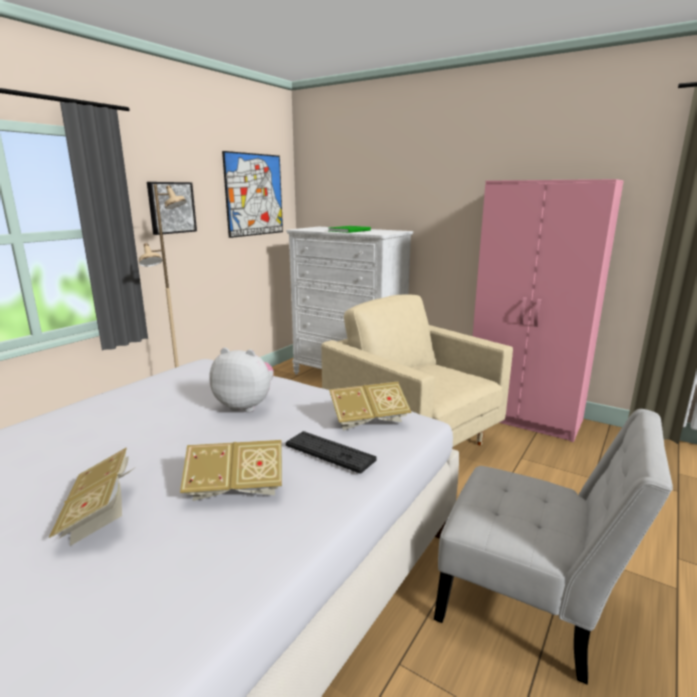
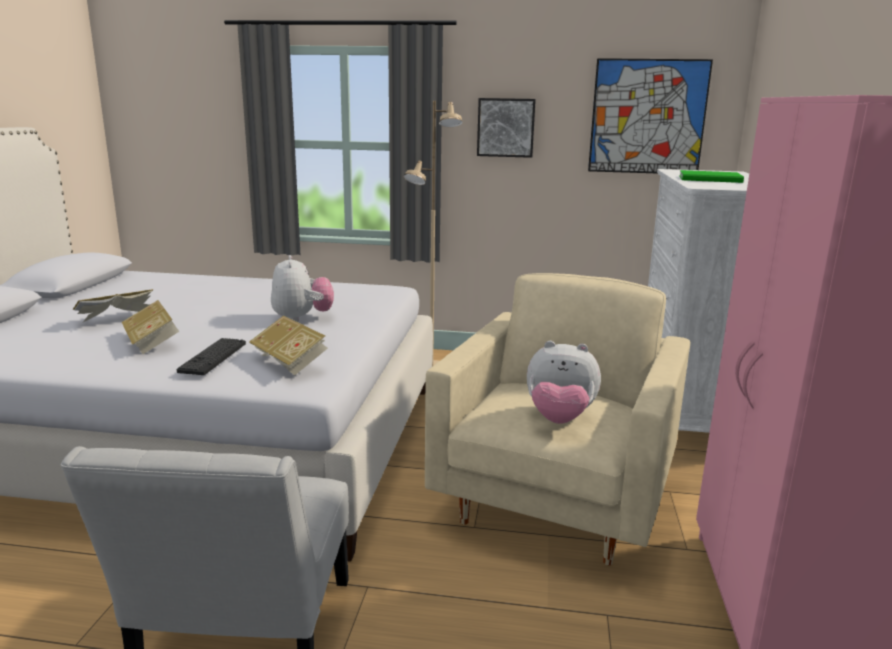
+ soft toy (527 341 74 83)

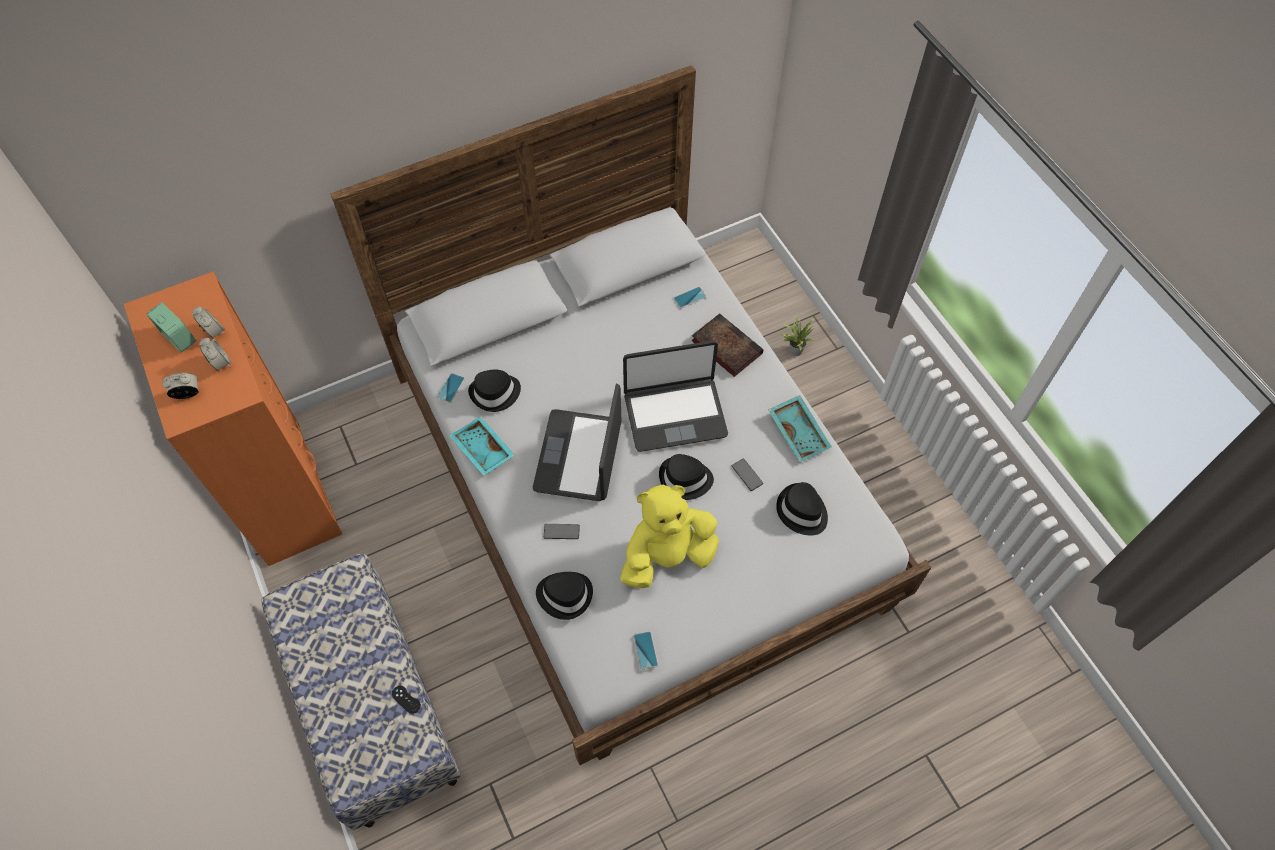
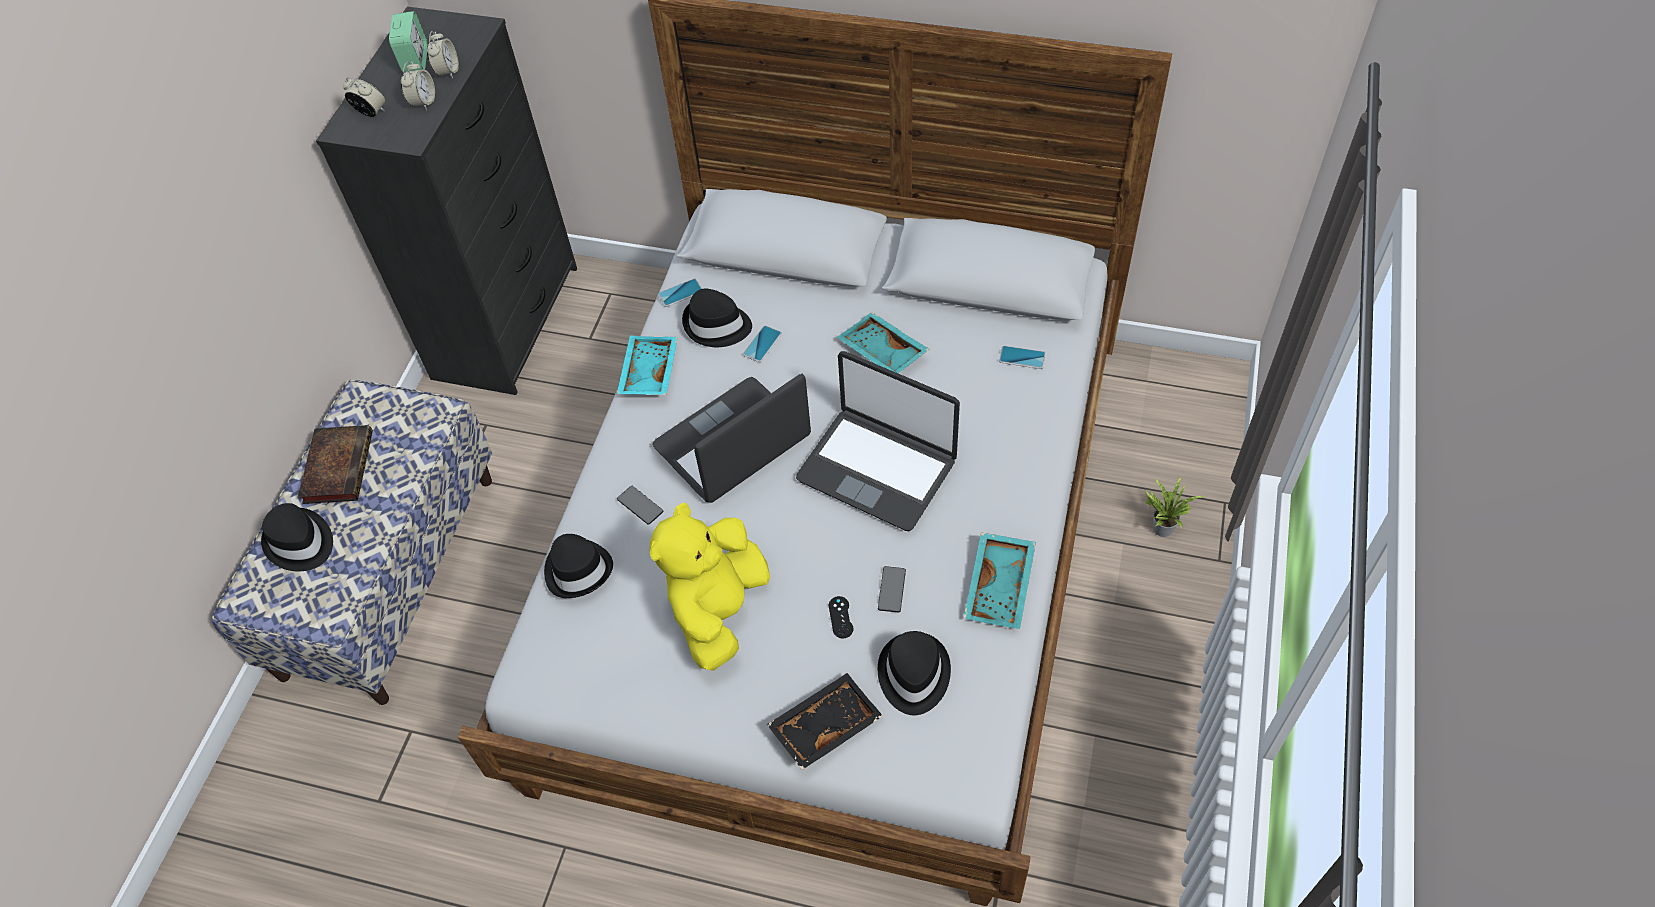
+ carrying tray/black-coloured (767 673 116 97)
+ carrying tray/turquoise (837 312 92 61)
~ joypad/black-coloured (392 686 29 28) to (829 596 24 43)
~ phone (633 631 26 39) to (743 326 39 36)
~ wearable hat/black-coloured (659 454 55 46) to (261 503 72 68)
~ book (691 313 72 64) to (298 425 75 79)
~ dresser/orangey (124 271 218 295) to dresser/black-coloured (316 7 261 388)
~ soft toy/yellow-coloured (620 485 99 103) = (649 503 121 168) 90 degrees counterclockwise

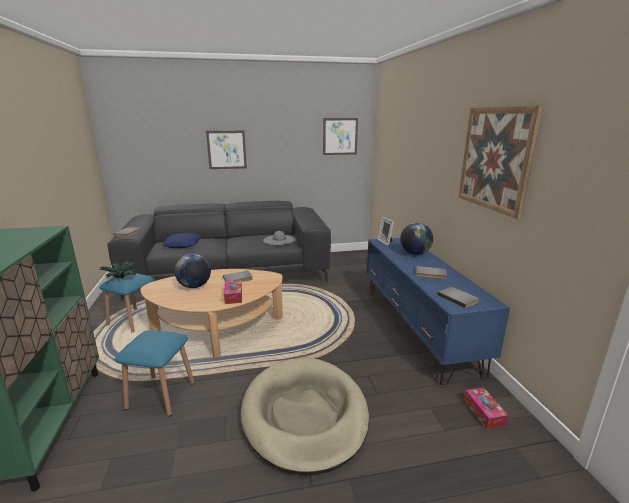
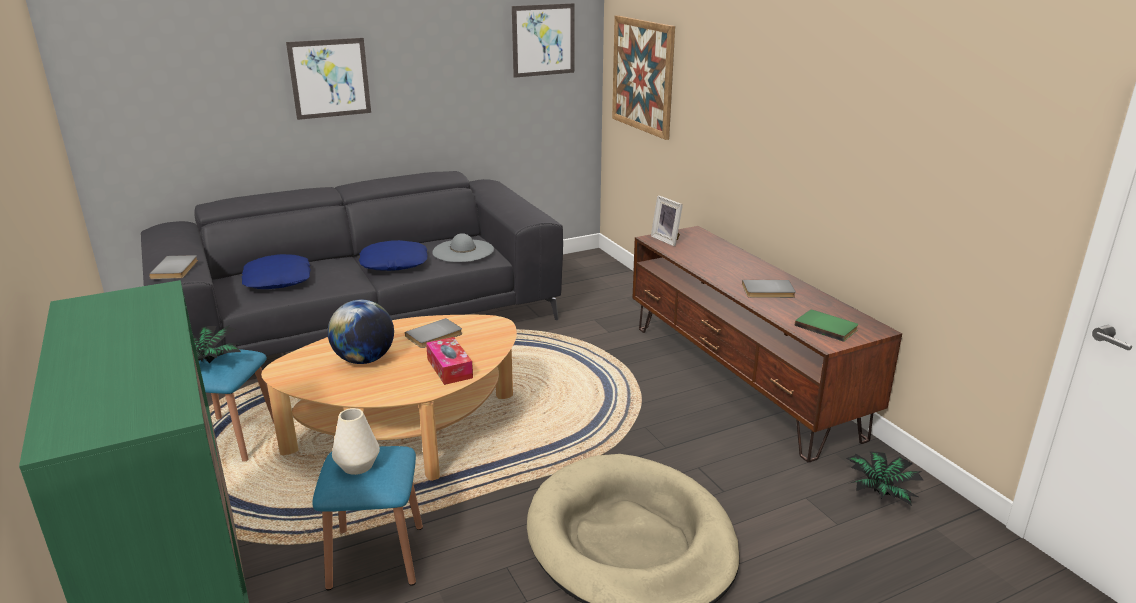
- desk globe (400 223 33 32)
+ vase/white-coloured (332 408 48 67)
+ pillow/blue-coloured (359 240 68 31)
~ wall picture (458 106 85 113) to (612 15 63 125)
~ tissue box (464 387 44 42) to plant in a pot (846 451 78 55)
~ tv stand/blue-coloured (367 238 143 147) to tv stand/brown-coloured (633 226 269 236)
~ book/grey (437 287 42 21) to book/green (795 310 63 32)

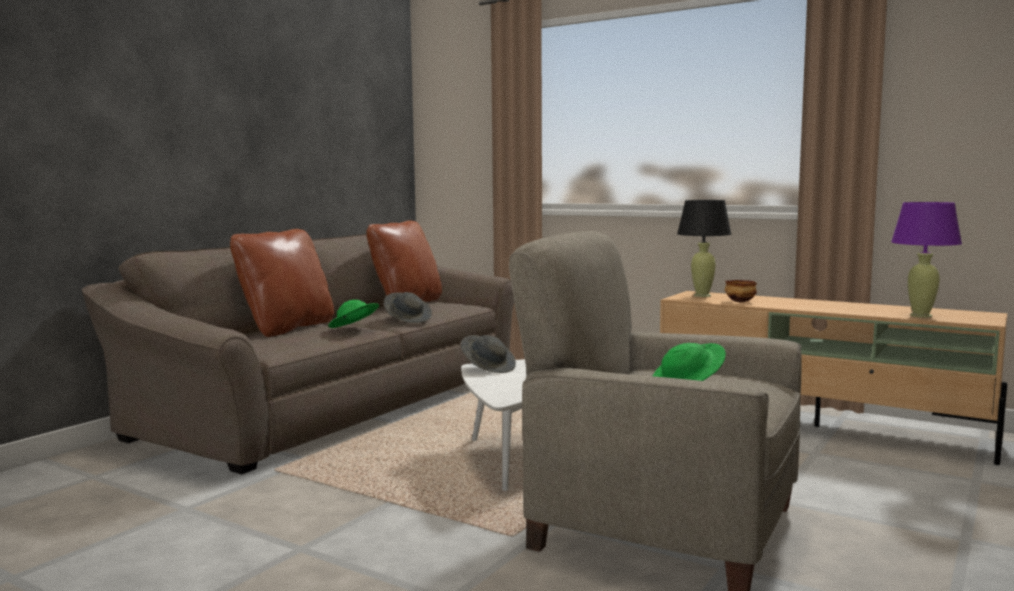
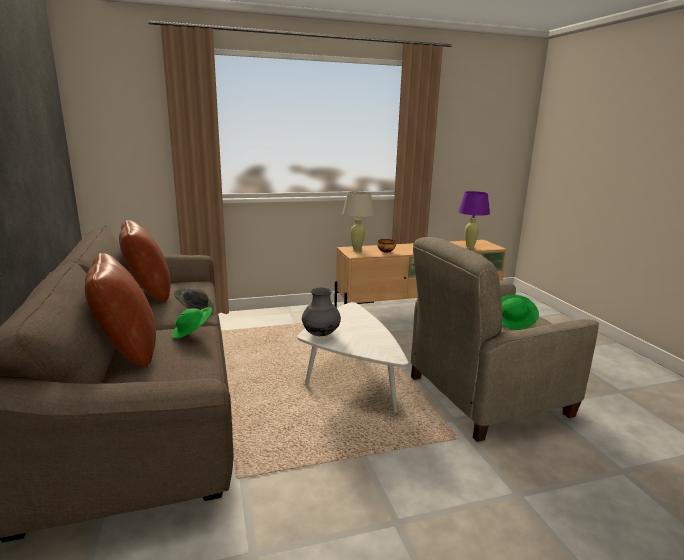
~ wearable hat/grey (461 335 55 38) to vase/grey (302 288 39 48)
~ table lamp/black-coloured (677 200 54 97) to table lamp/beige-coloured (342 191 32 61)

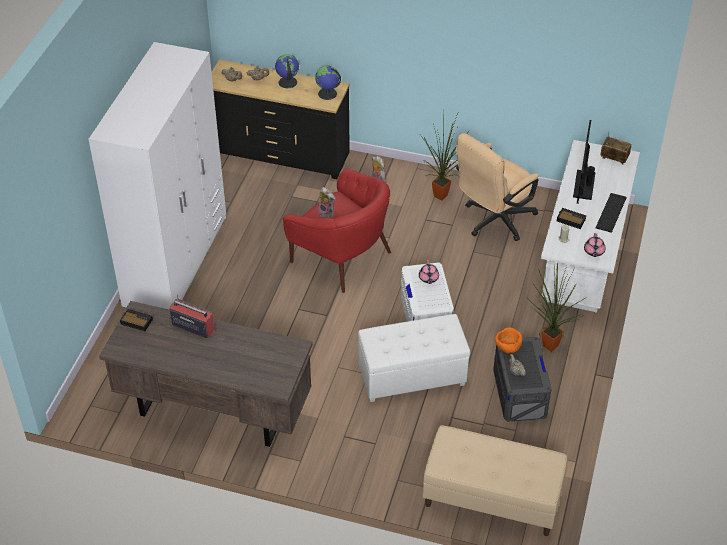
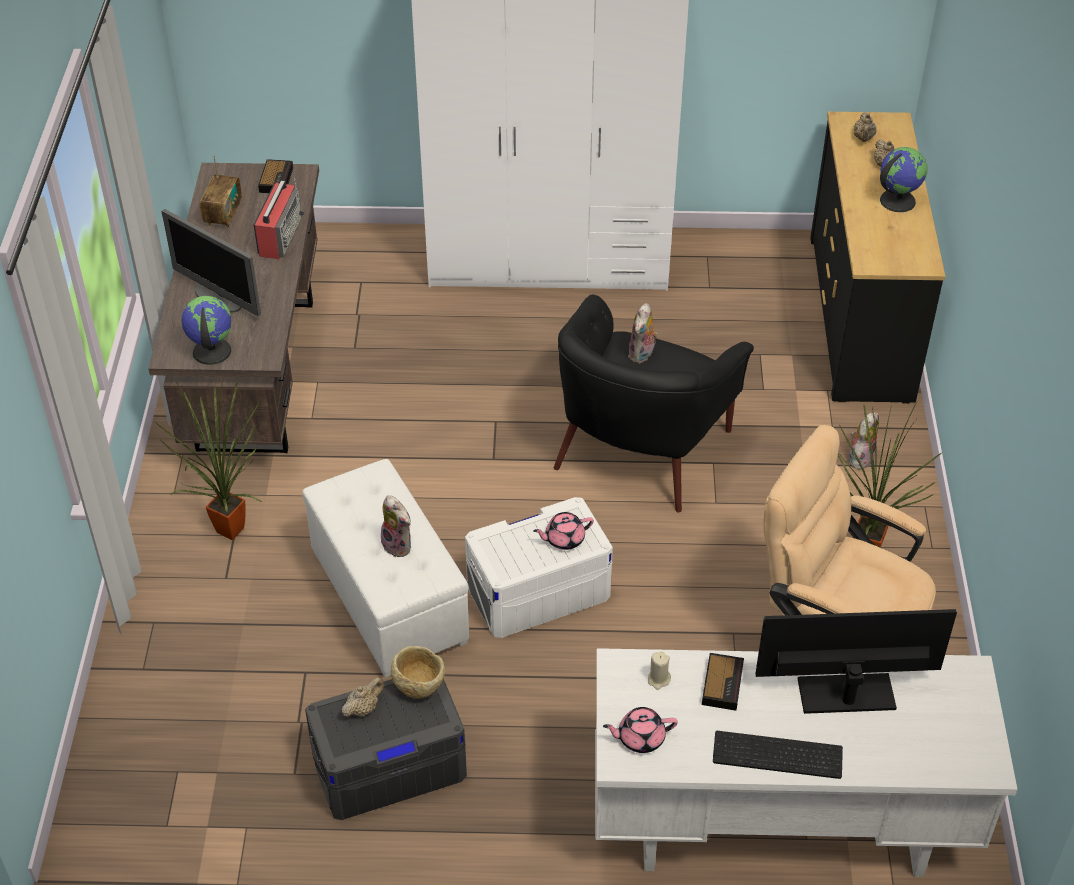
- long seat/beige-coloured (422 425 146 111)
+ computer display (161 209 100 107)
+ soft toy (381 495 30 63)
~ desk globe (315 65 26 35) to (182 296 49 69)
~ plant in a pot (528 262 57 90) to (155 379 107 161)
~ radio receiver (601 133 31 31) to (200 155 42 73)
~ lounge chair/reddish (283 168 108 125) to lounge chair/black-coloured (554 295 200 217)
~ serving bowl/orangey (495 327 27 26) to serving bowl/beige-coloured (391 646 54 53)

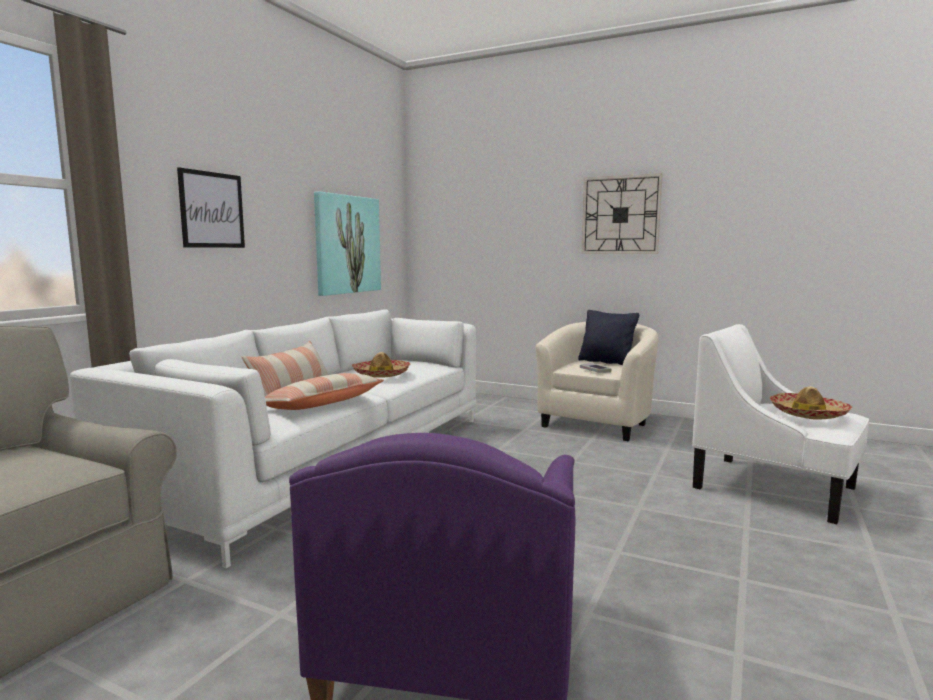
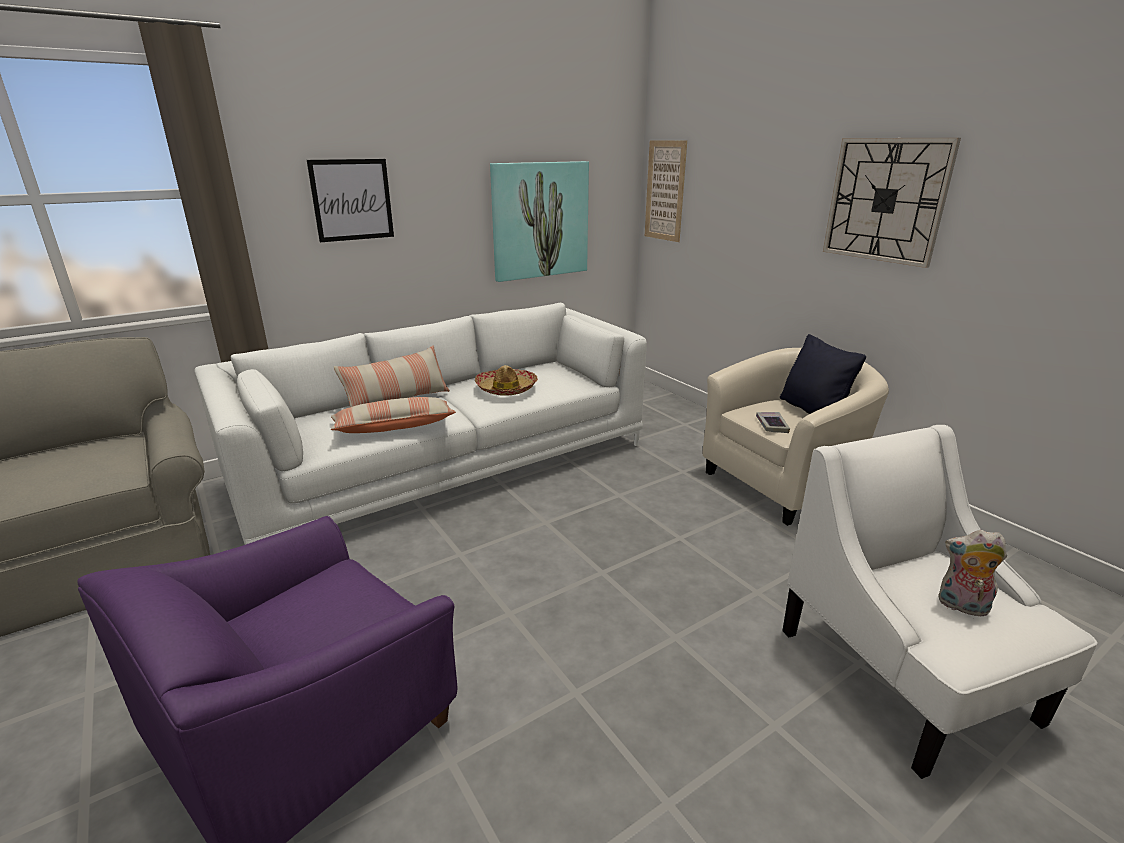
+ wall picture (645 141 42 101)
~ wearable hat (770 386 82 34) to soft toy (938 530 69 89)

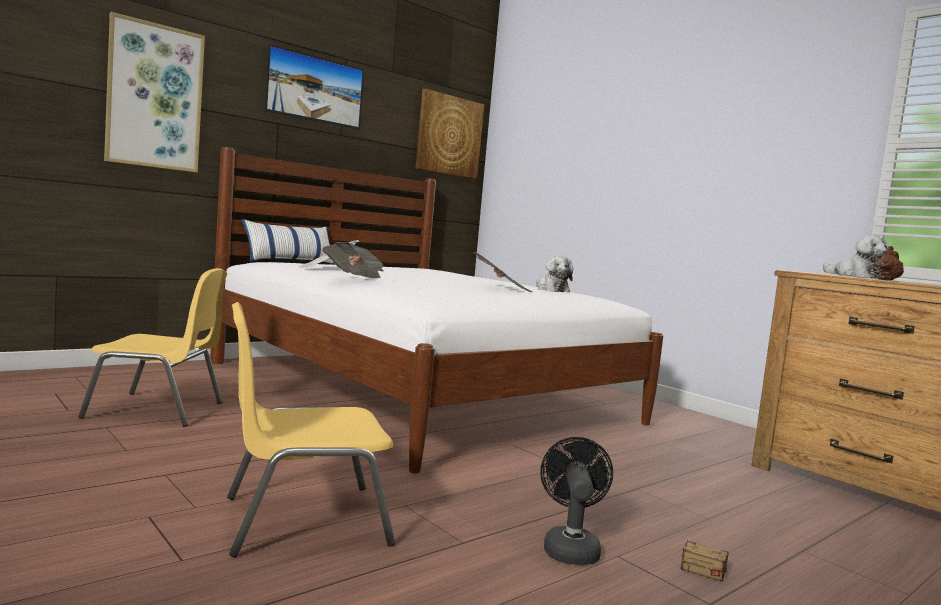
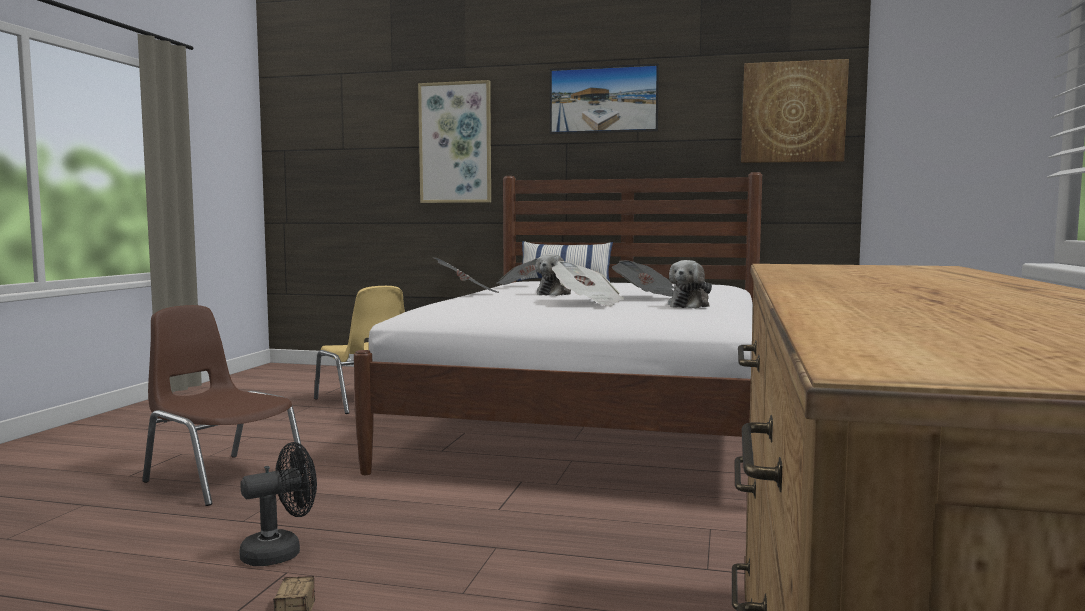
- teapot/brown-coloured (873 246 31 34)
+ daily paper (612 260 63 37)
~ soft toy (823 235 66 43) to (535 254 36 42)
~ plain chair/yellow-coloured (227 302 168 255) to plain chair/brown-coloured (142 305 164 201)

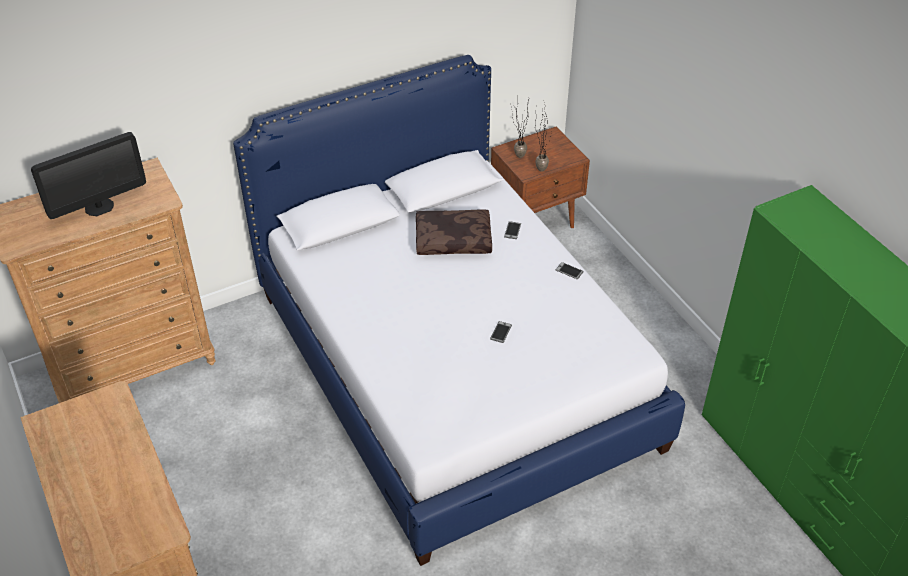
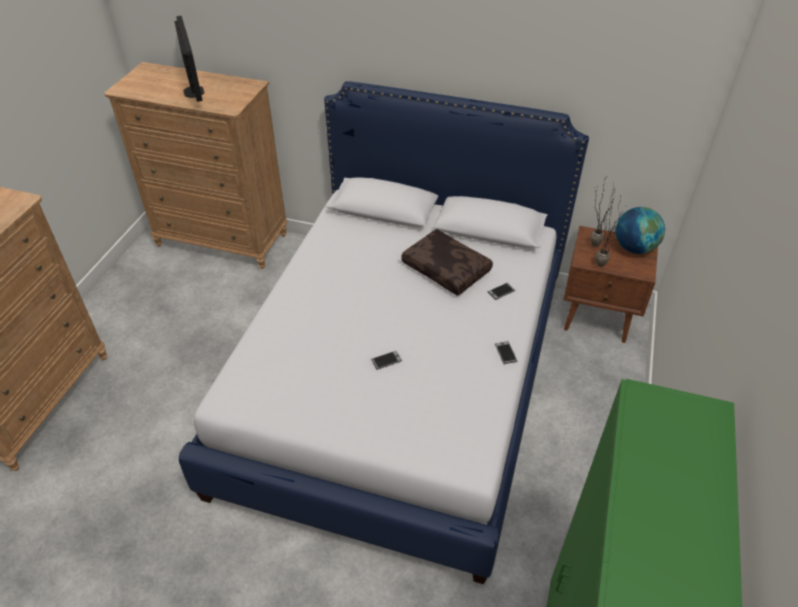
+ desk globe (616 207 49 47)
~ computer display (31 132 115 87) = (174 16 30 86) 120 degrees counterclockwise

